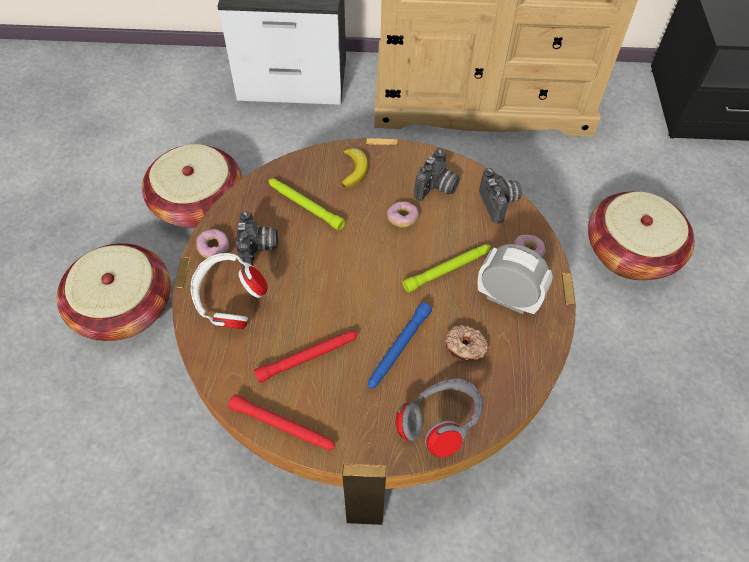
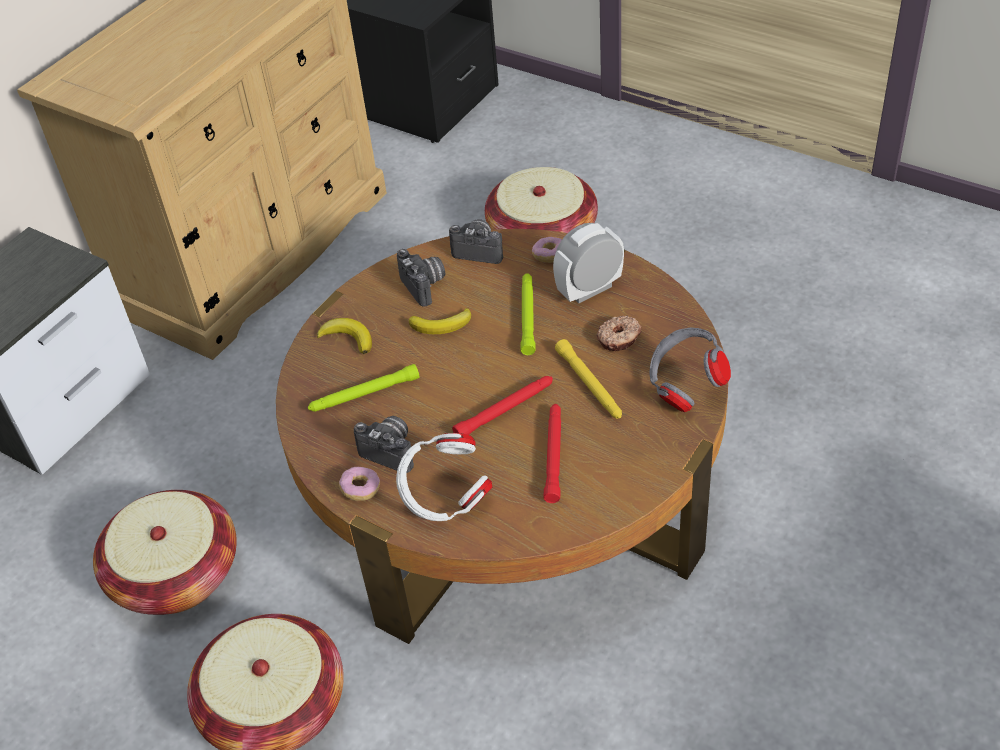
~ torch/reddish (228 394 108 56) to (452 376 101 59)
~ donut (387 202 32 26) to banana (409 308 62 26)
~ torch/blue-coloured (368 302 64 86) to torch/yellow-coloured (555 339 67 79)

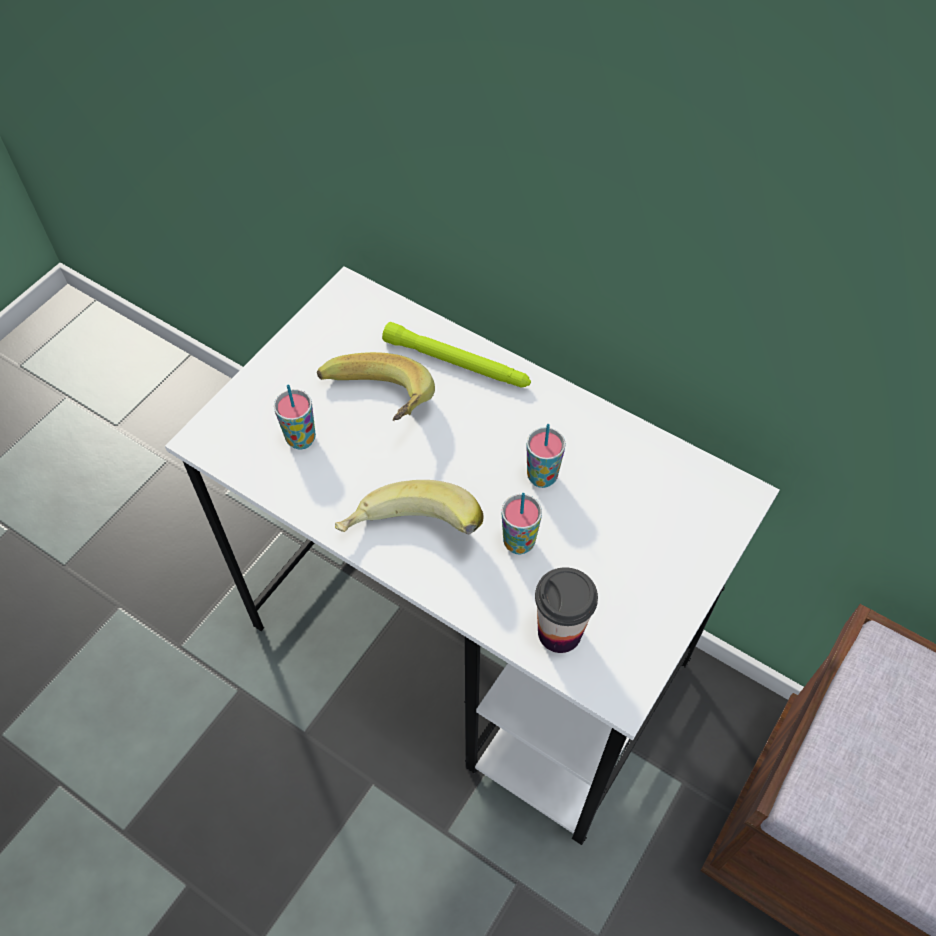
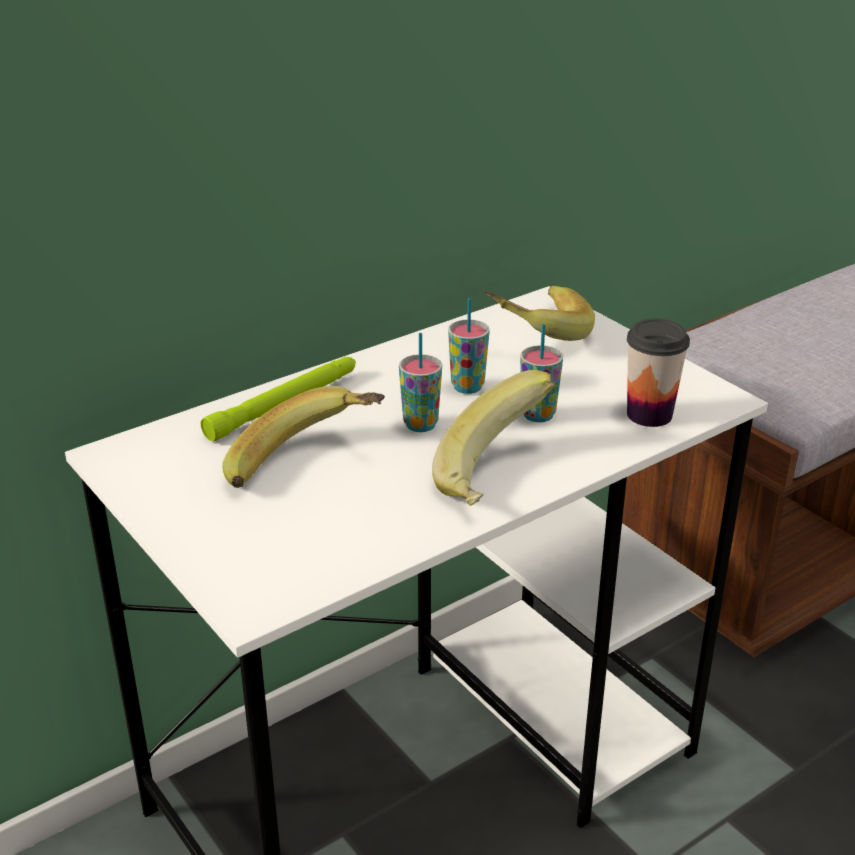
+ banana (484 285 111 56)
~ drinking cup (274 384 42 66) to (399 333 43 99)

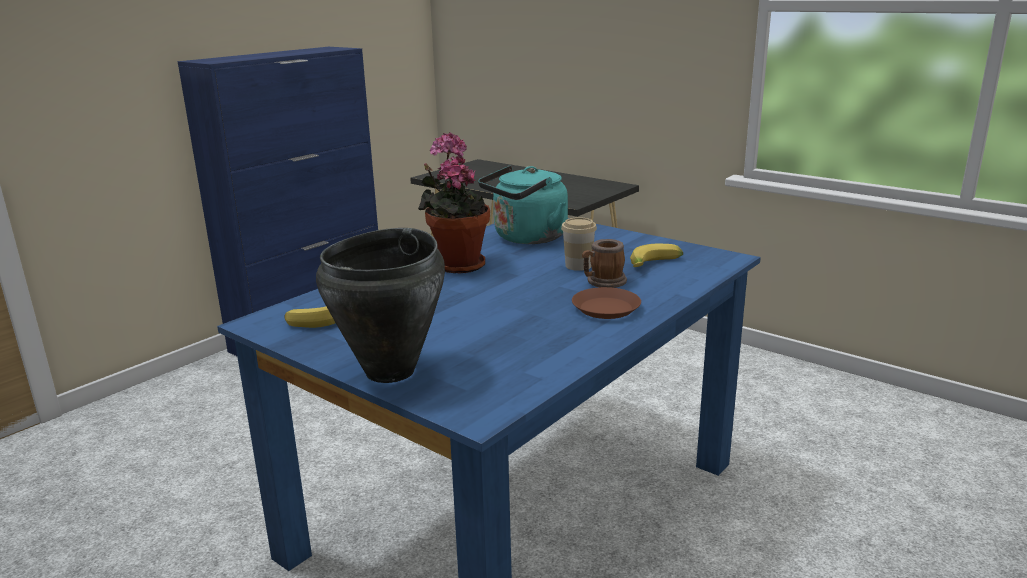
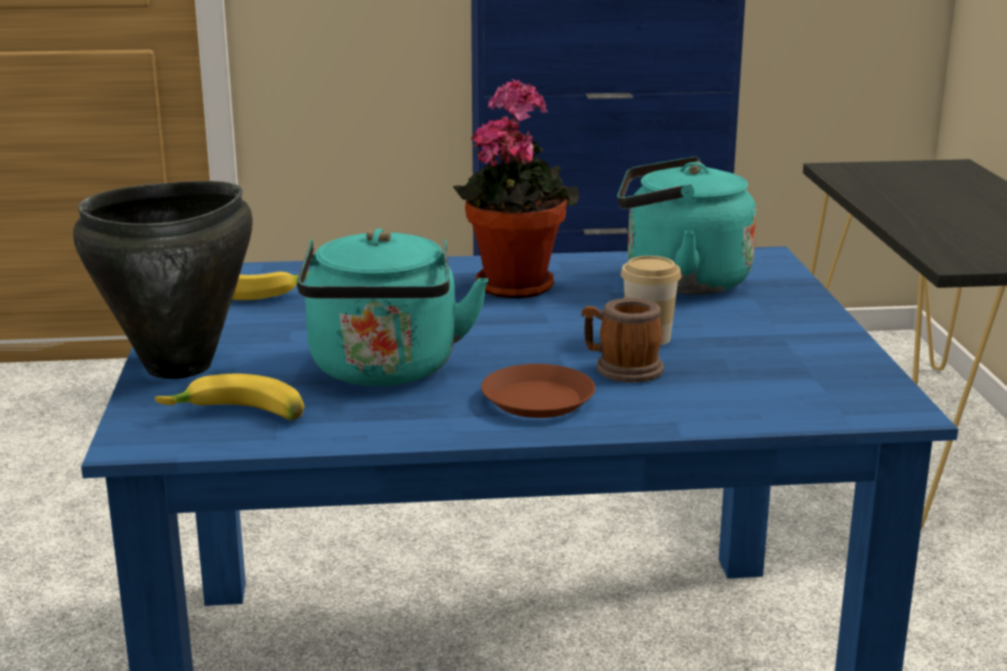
+ water kettle/turquoise (297 228 192 158)
~ banana (630 244 53 23) to (155 374 150 46)

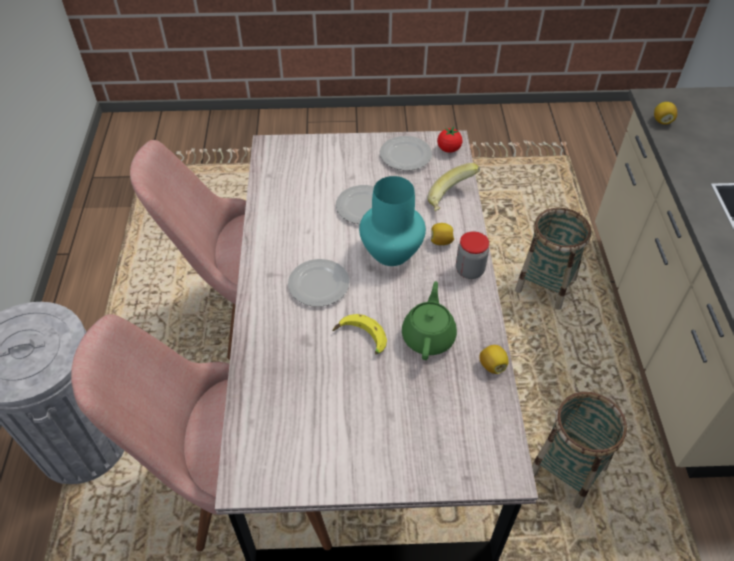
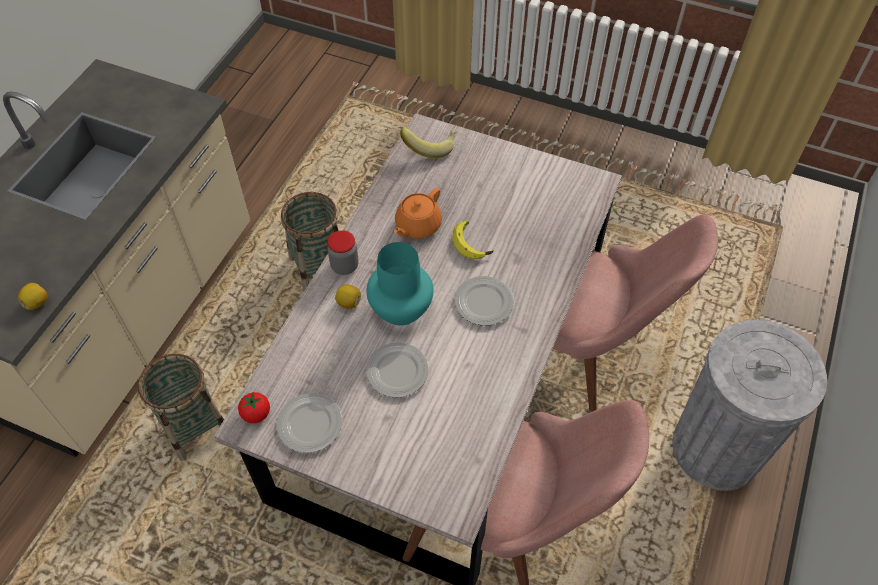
- whole lemon (479 345 29 29)
~ banana (428 163 52 48) to (400 127 56 31)
~ teapot/green (402 281 55 79) to teapot/orangey (393 188 49 51)

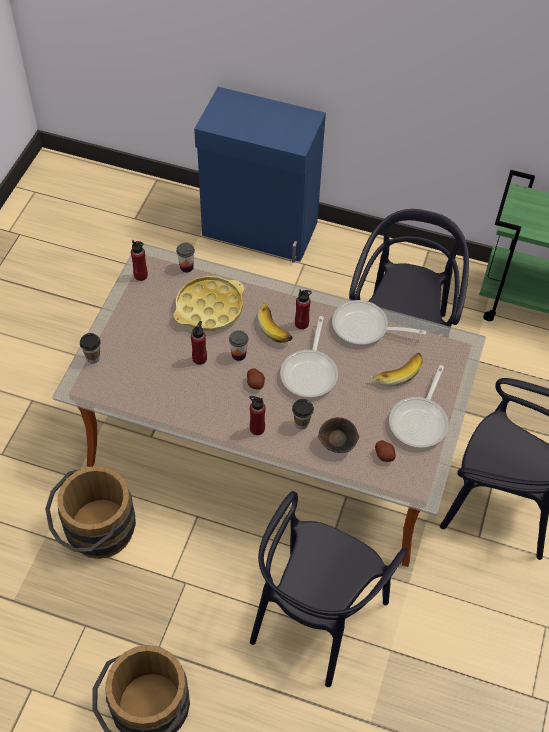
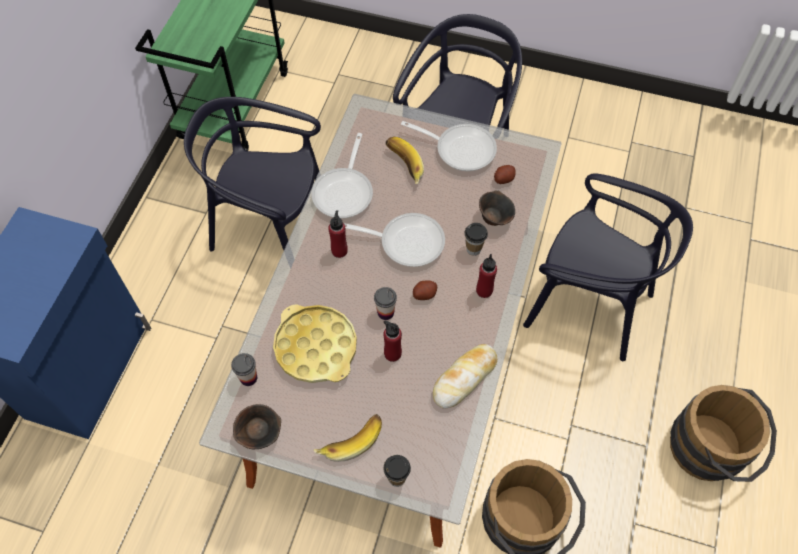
+ baked bread (433 344 64 65)
~ banana (257 300 36 43) to (314 414 68 48)
~ beverage bottle/reddish (131 240 17 41) to serving bowl/brown-coloured (233 404 48 45)

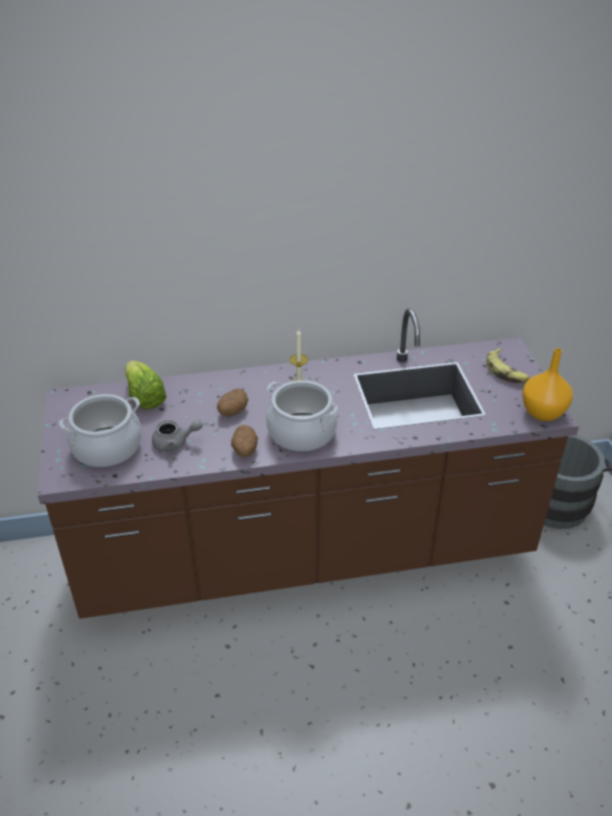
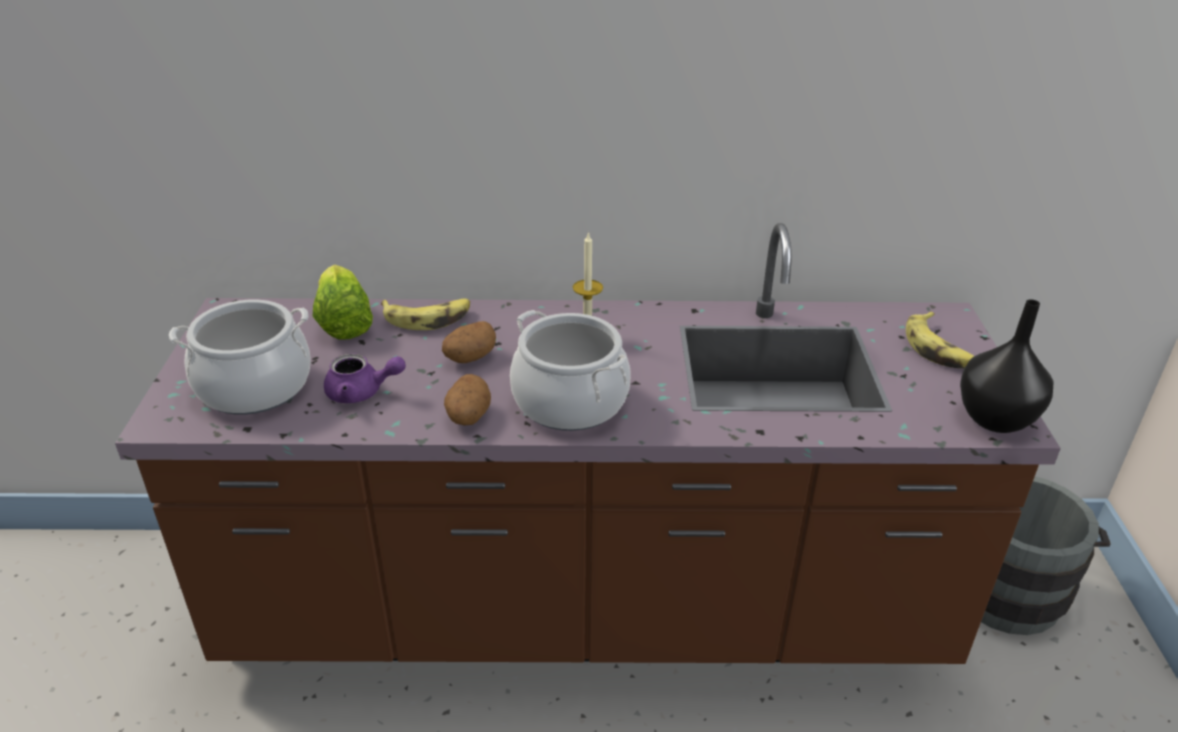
+ banana (381 298 89 32)
~ teapot/grey (152 420 51 32) to teapot/purple (324 353 82 50)
~ vase/orangey (522 348 51 73) to vase/black-coloured (960 299 94 134)

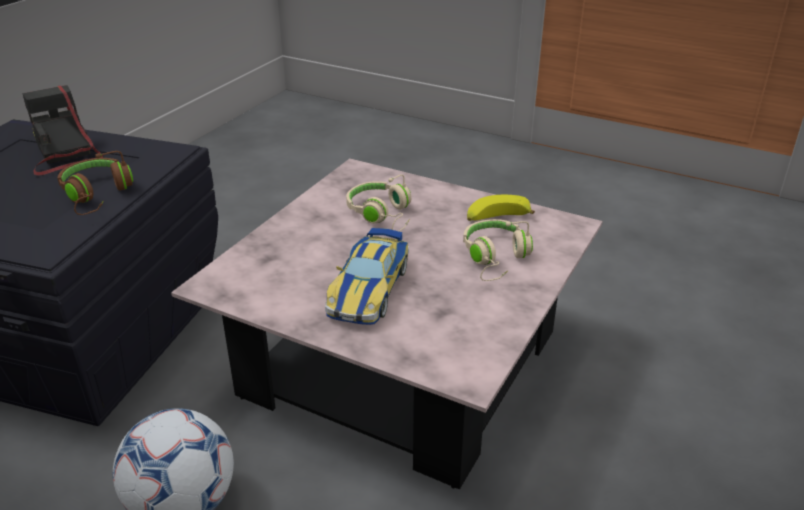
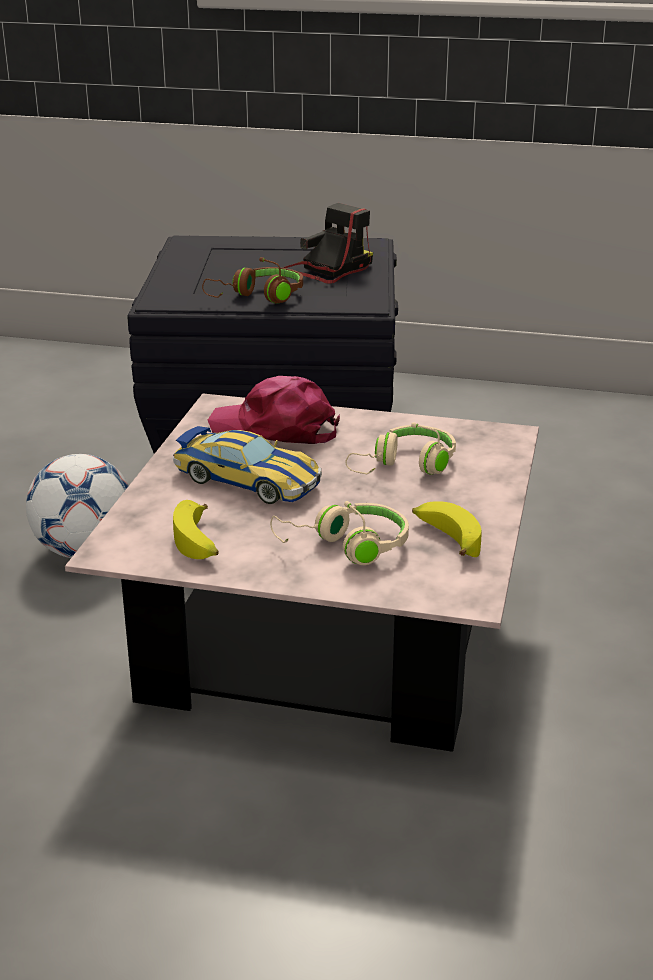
+ banana (173 500 46 59)
+ peaked cap/pinkish (208 376 132 68)
~ model car (325 228 84 97) = (173 426 149 78) 150 degrees counterclockwise

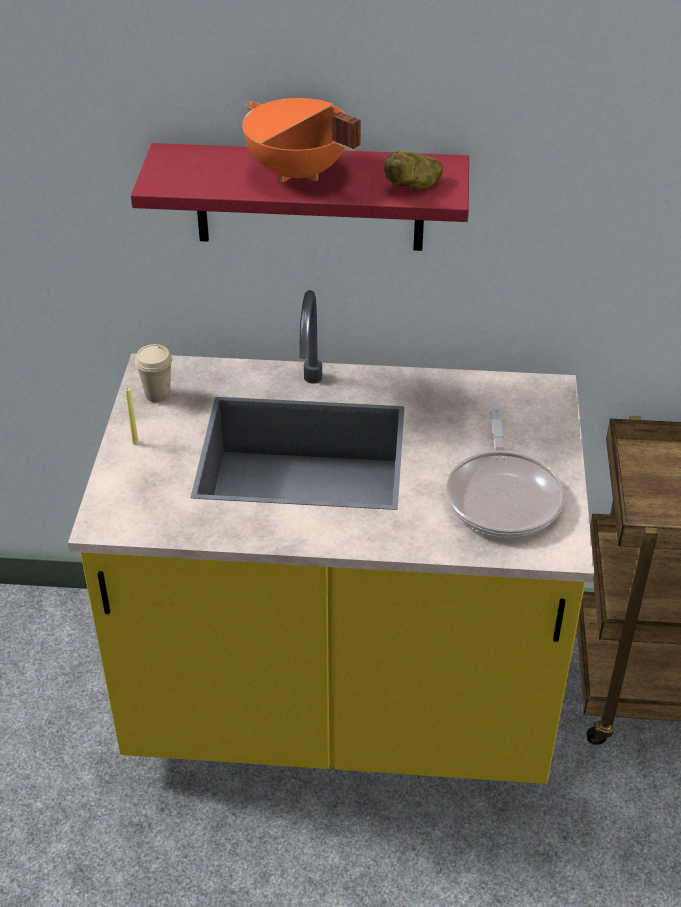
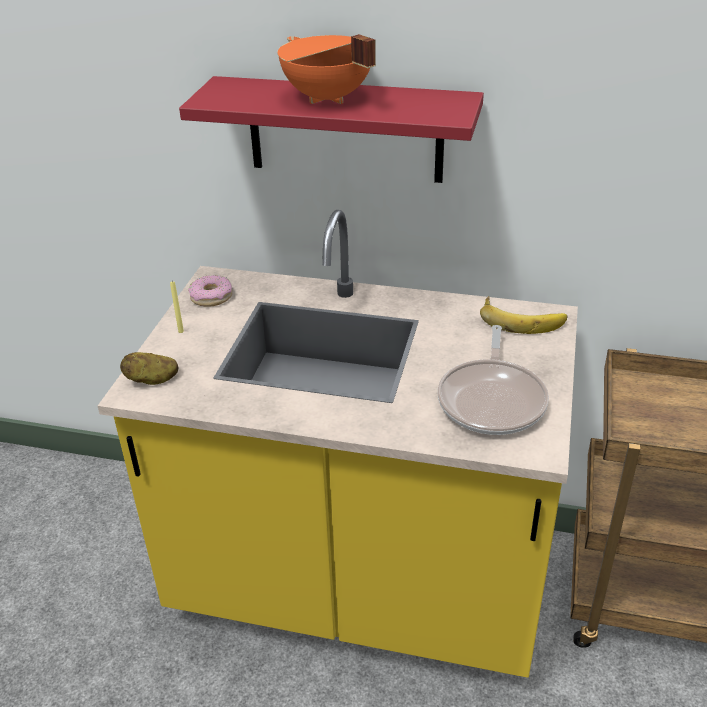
+ banana (480 296 87 38)
~ spud (384 151 59 38) to (120 352 58 33)
~ drinking cup/beige-coloured (135 344 37 58) to donut (188 275 44 32)

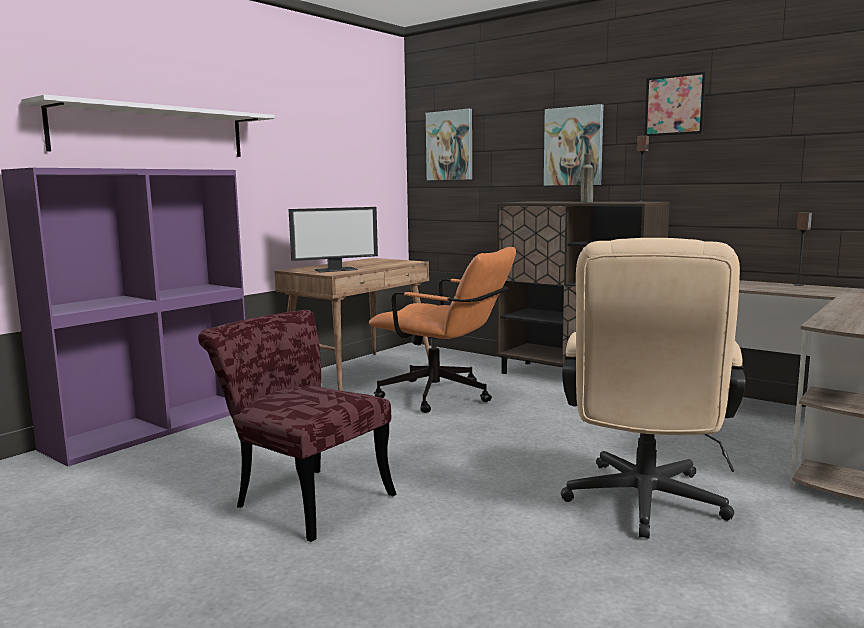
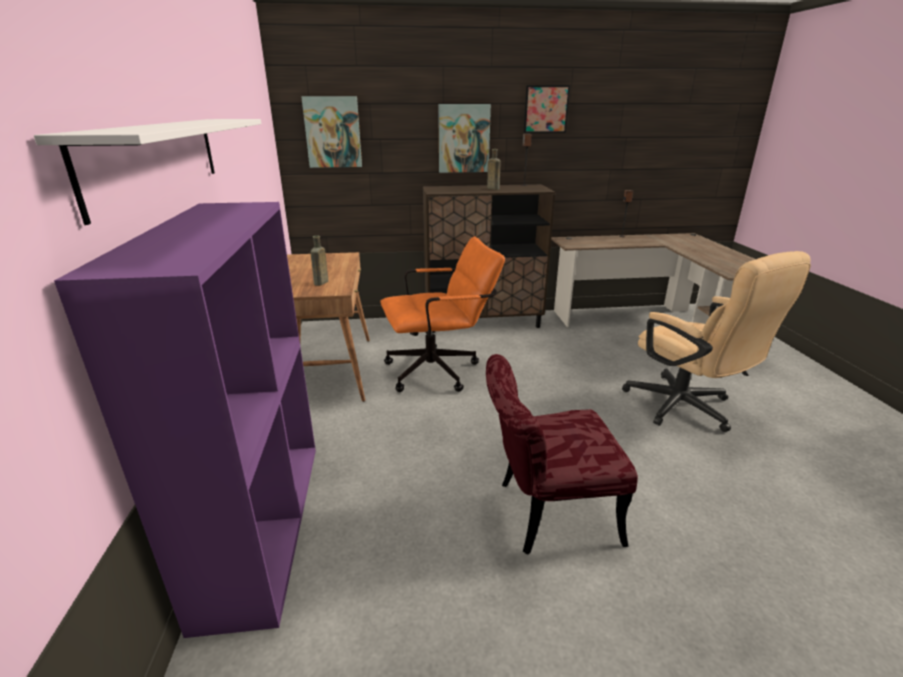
~ computer display (289 207 89 65) to beverage bottle/brown-coloured (310 235 18 51)

